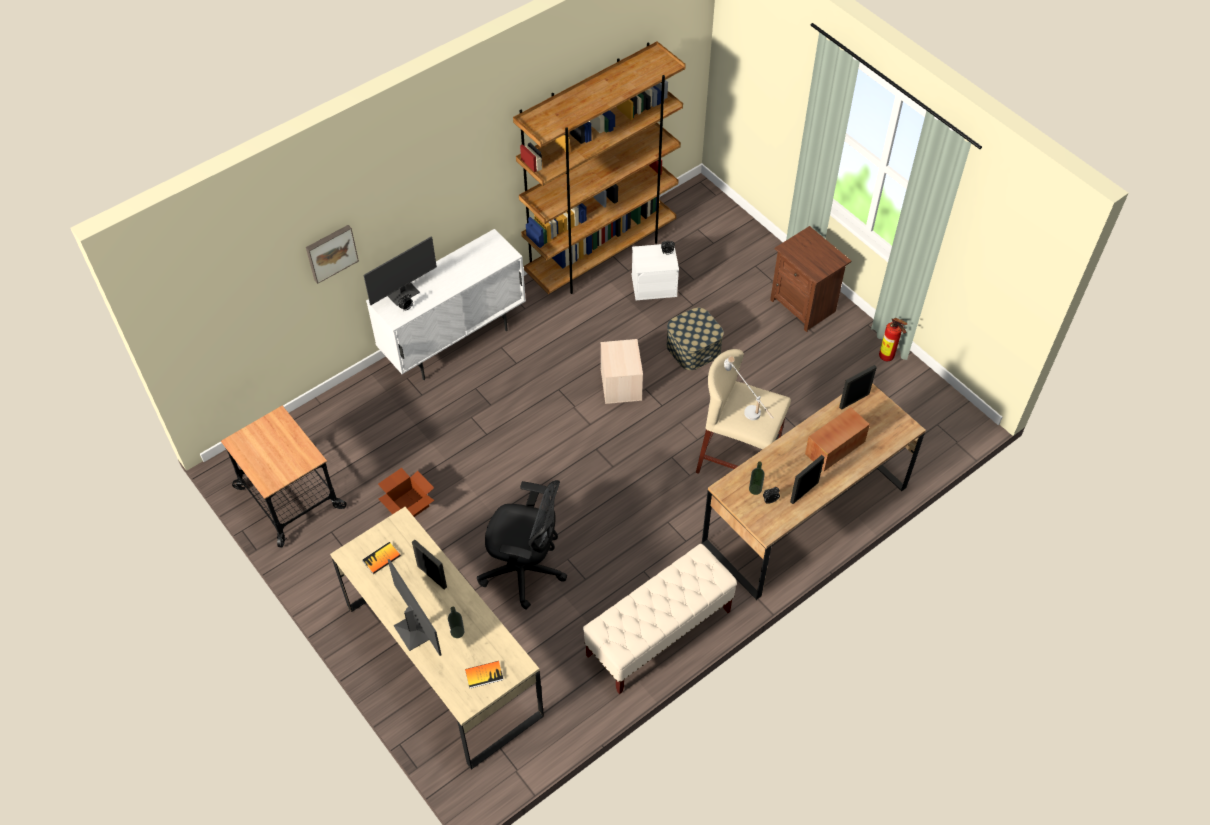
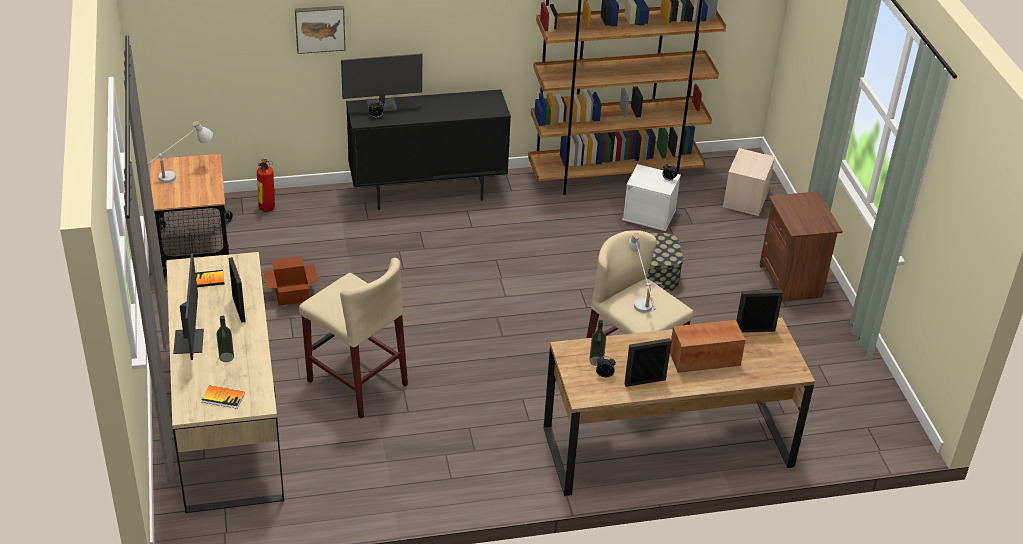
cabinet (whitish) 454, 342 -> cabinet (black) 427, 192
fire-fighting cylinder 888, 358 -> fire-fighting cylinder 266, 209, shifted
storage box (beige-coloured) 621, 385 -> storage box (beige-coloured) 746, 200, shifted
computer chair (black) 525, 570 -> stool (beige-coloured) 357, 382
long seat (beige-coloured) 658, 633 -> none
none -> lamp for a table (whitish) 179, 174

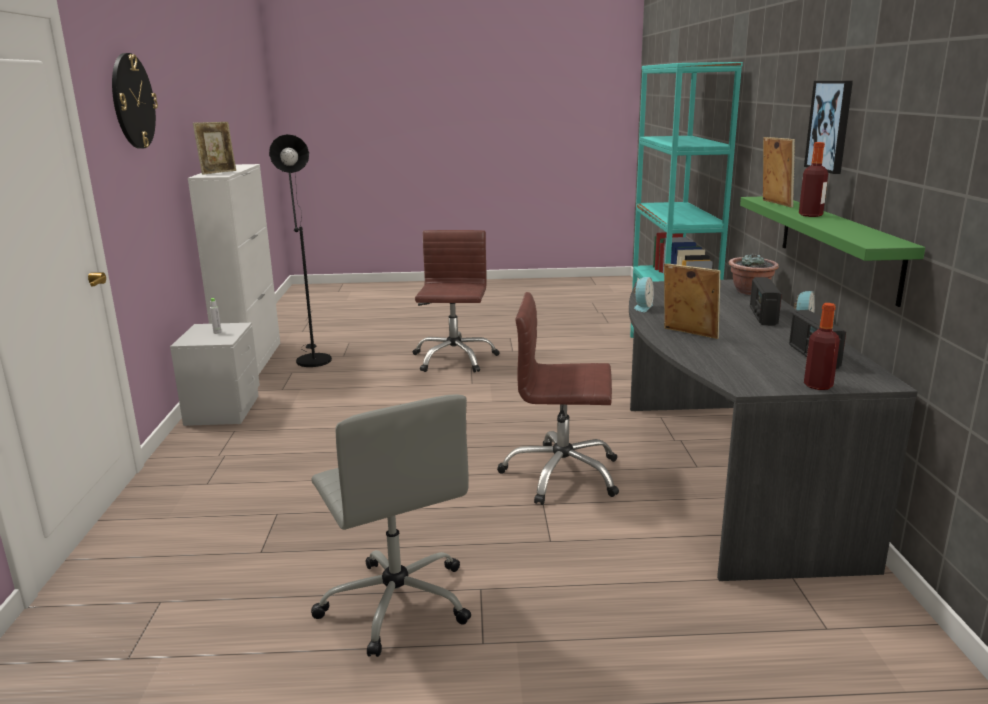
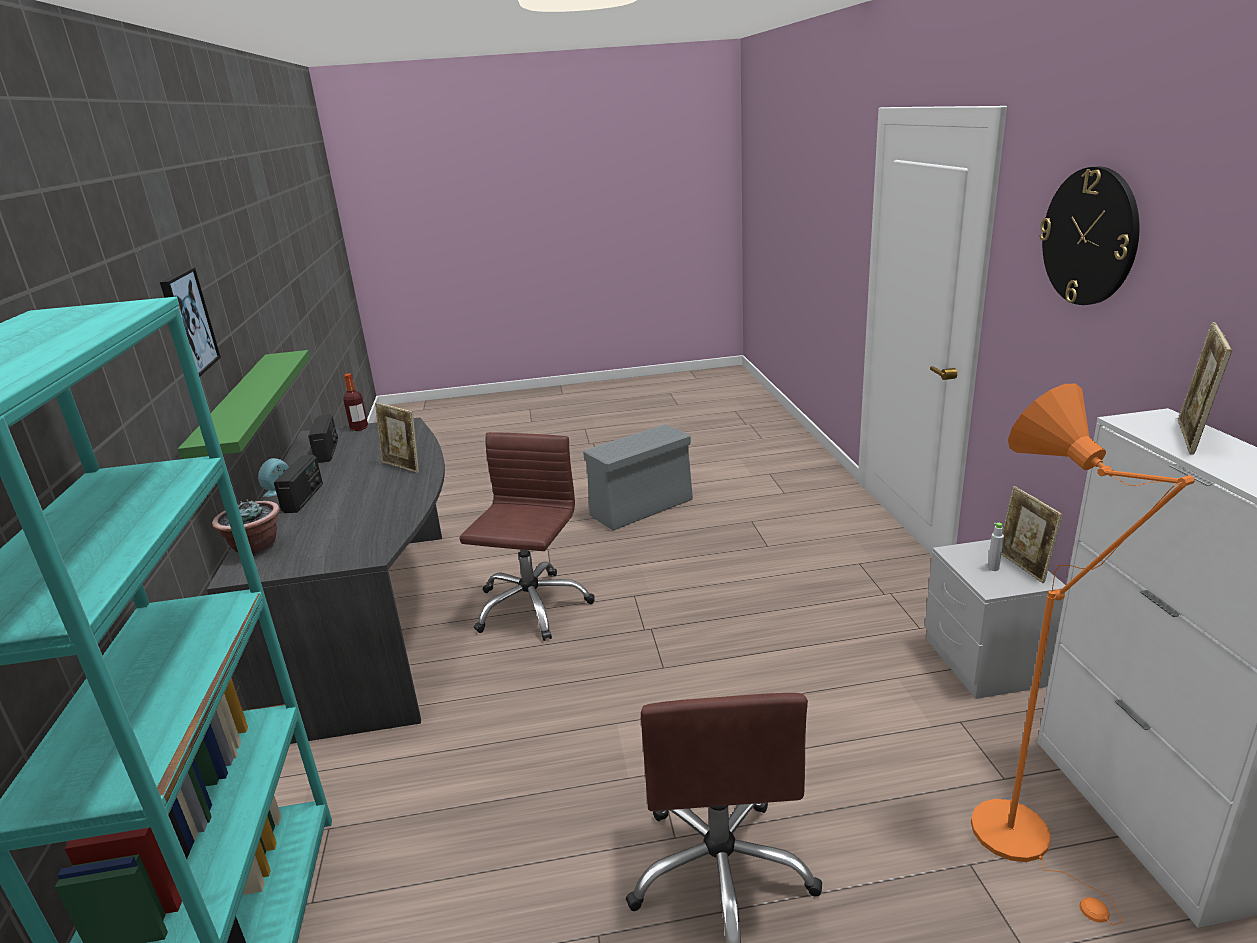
standard lamp (black) 312, 359 -> standard lamp (orange-coloured) 1024, 841
photo frame 774, 204 -> photo frame 1023, 567, shifted
drink bottle 810, 215 -> none
table clock 642, 307 -> none
computer chair (brown-coloured) 561, 475 -> computer chair (brown-coloured) 531, 606, 75 degrees counterclockwise
computer chair (gray) 396, 602 -> storage box (gray) 643, 507

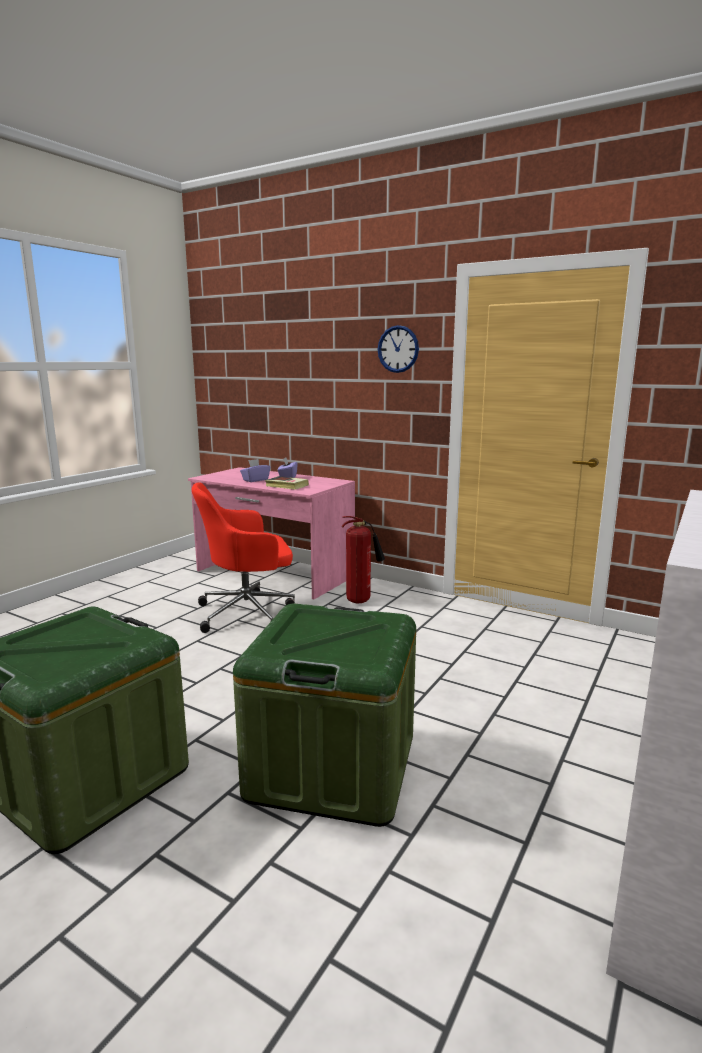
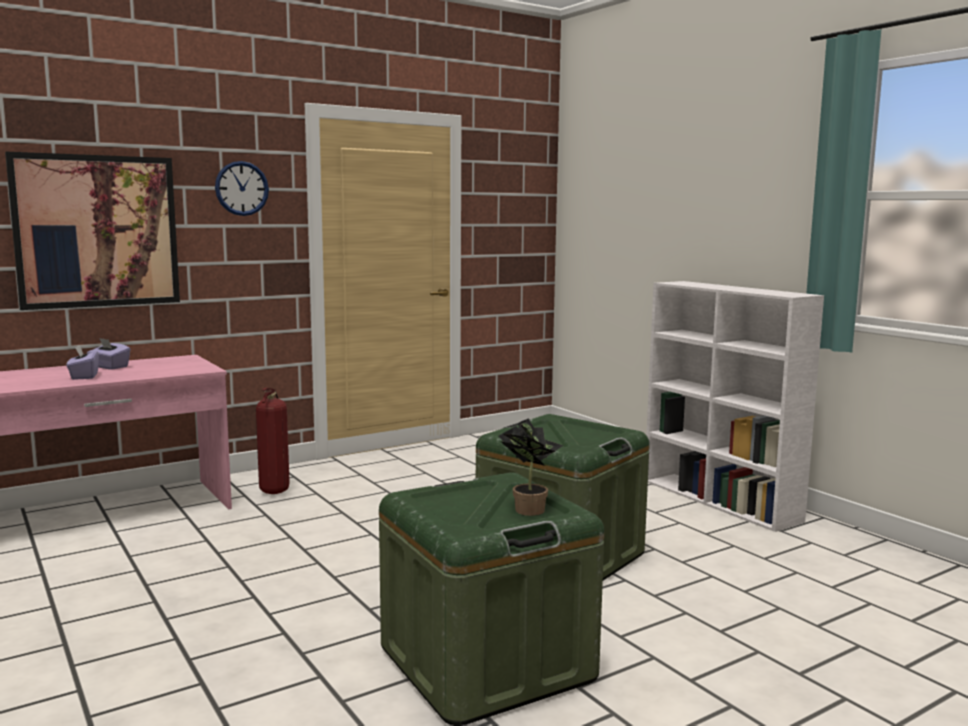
book 286, 486 -> none
computer chair (reddish) 248, 613 -> none
none -> wall picture 97, 231
none -> potted plant 527, 508

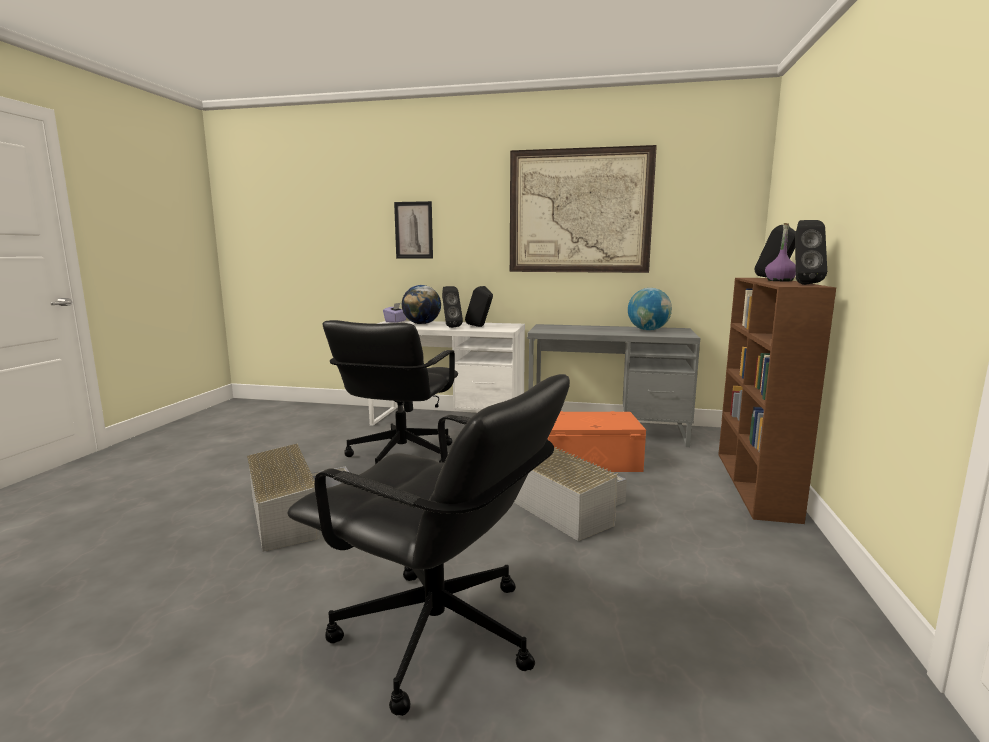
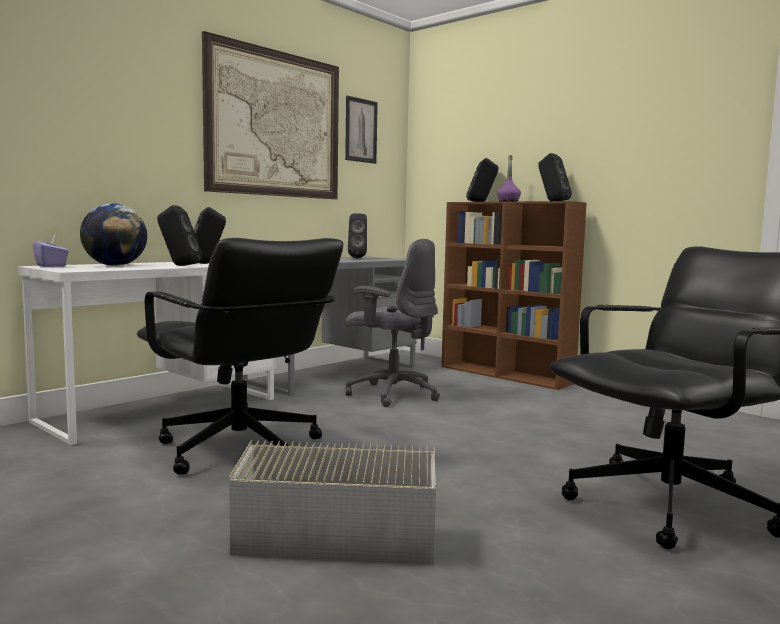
wall picture 414, 230 -> wall picture 361, 130, shifted
globe 648, 330 -> speaker (black) 357, 258
storage box (orange-coloured) 589, 460 -> computer chair (gray) 392, 394
storage box (gray) 564, 504 -> none

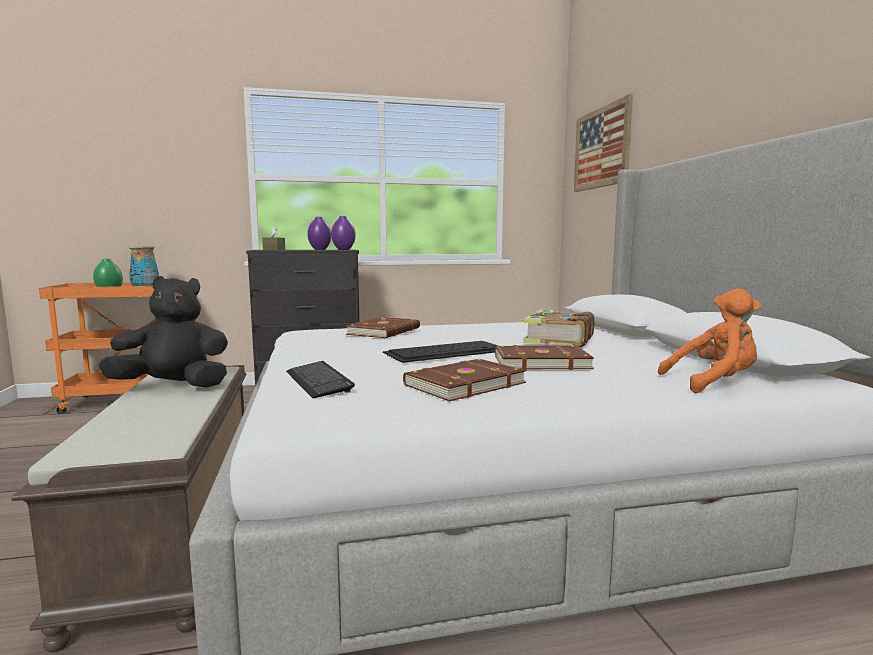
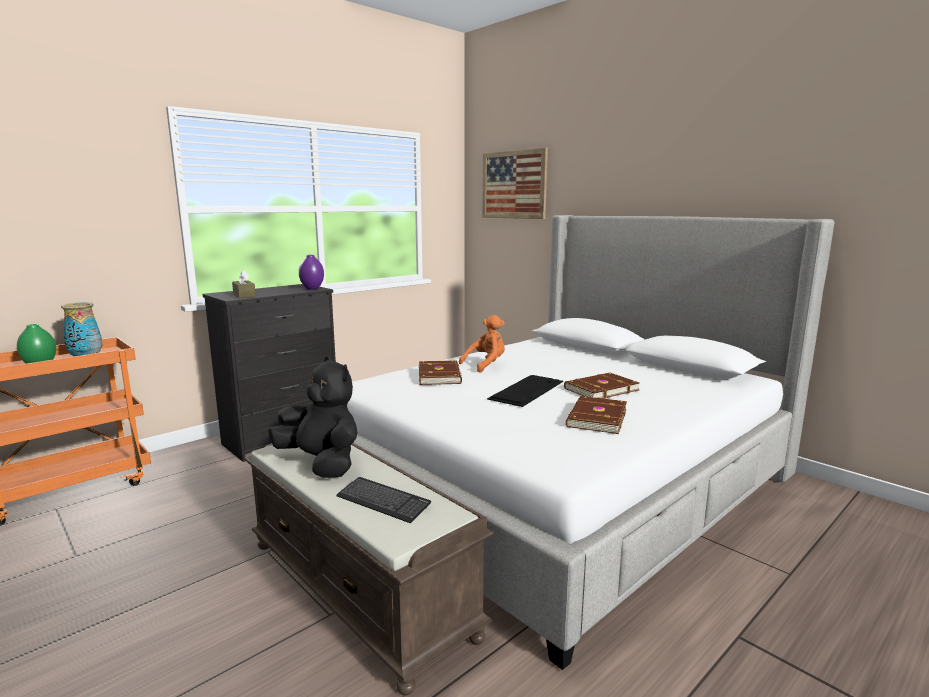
flower vase (purplish) 320, 249 -> none
soft toy (black) 174, 386 -> soft toy (black) 321, 463, 75 degrees clockwise
soft toy (orange-coloured) 713, 383 -> soft toy (orange-coloured) 486, 365, shifted
book 557, 340 -> none
keyboard 318, 381 -> keyboard 383, 501, shifted

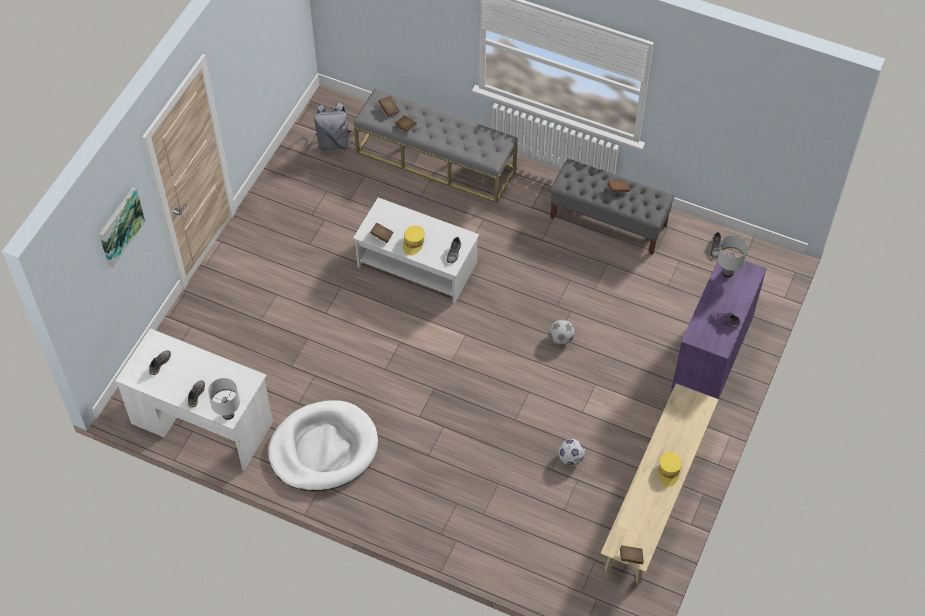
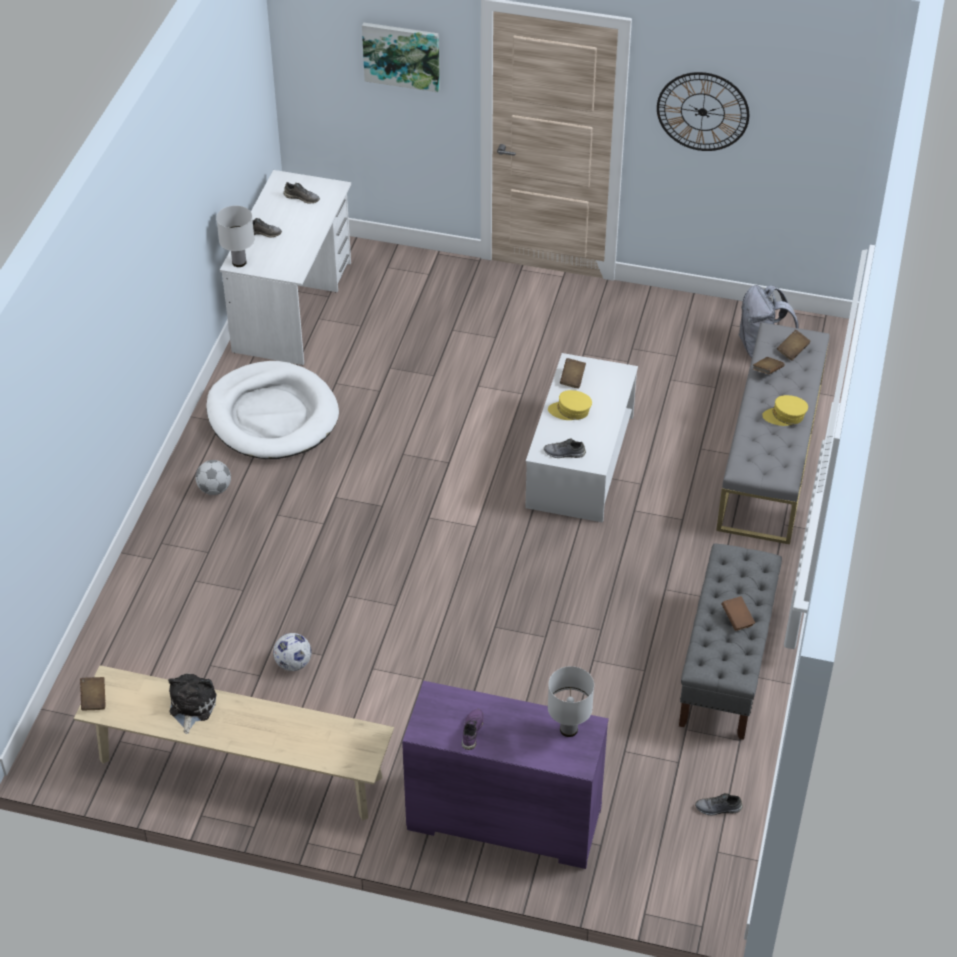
football 561, 339 -> football 214, 489, shifted
cap (yellow) 669, 471 -> cap (yellow) 785, 416, shifted
none -> wall clock 702, 111
none -> soft toy 191, 707

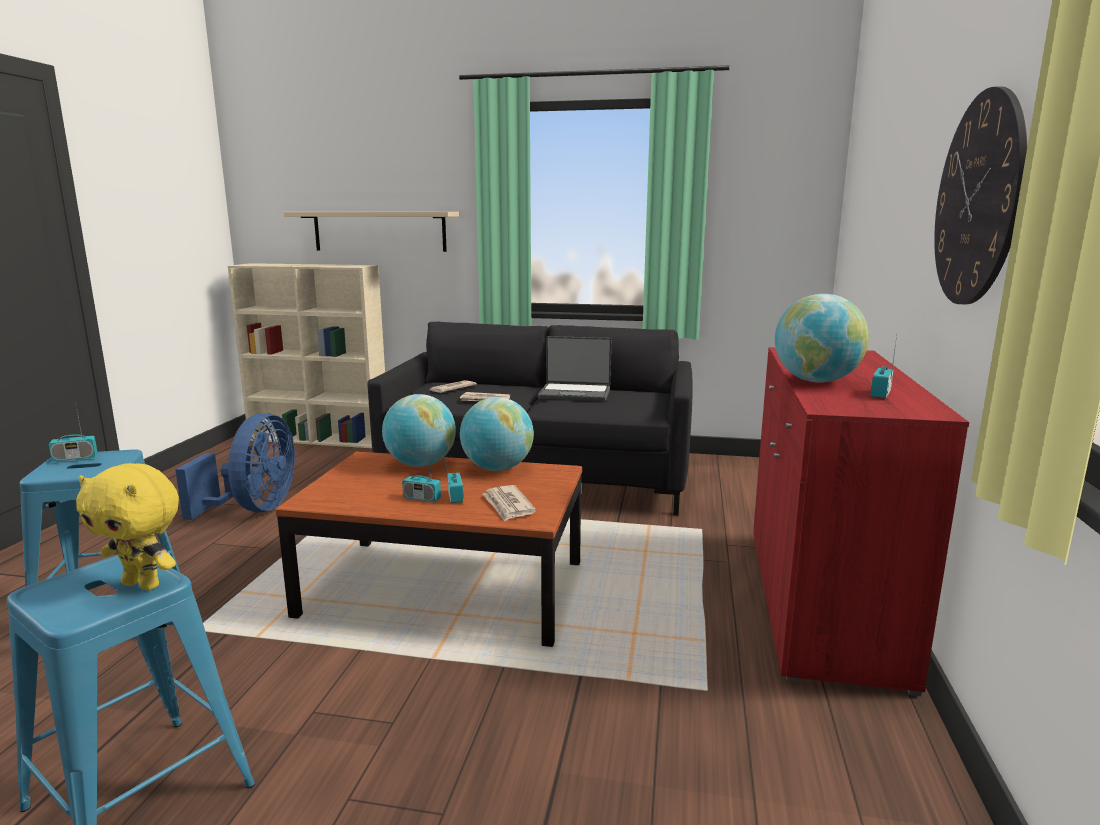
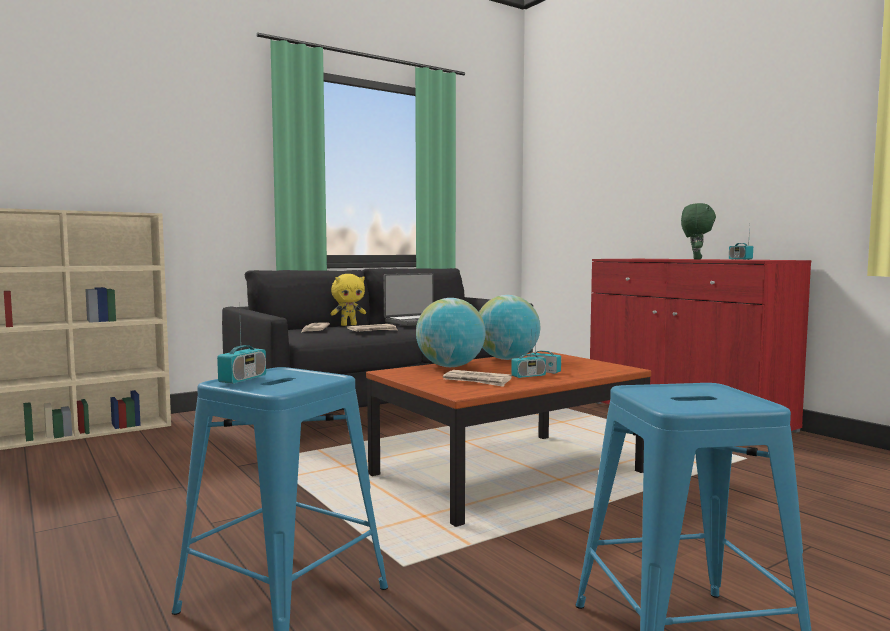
wall clock 978, 200 -> none
shelf (beige-coloured) 379, 231 -> none
globe 816, 381 -> soft toy (greenish) 695, 259
electric fan (bluish) 254, 509 -> none
soft toy (yellow) 143, 584 -> soft toy (yellow) 348, 325, shifted
daily paper 508, 505 -> daily paper 477, 381, shifted

